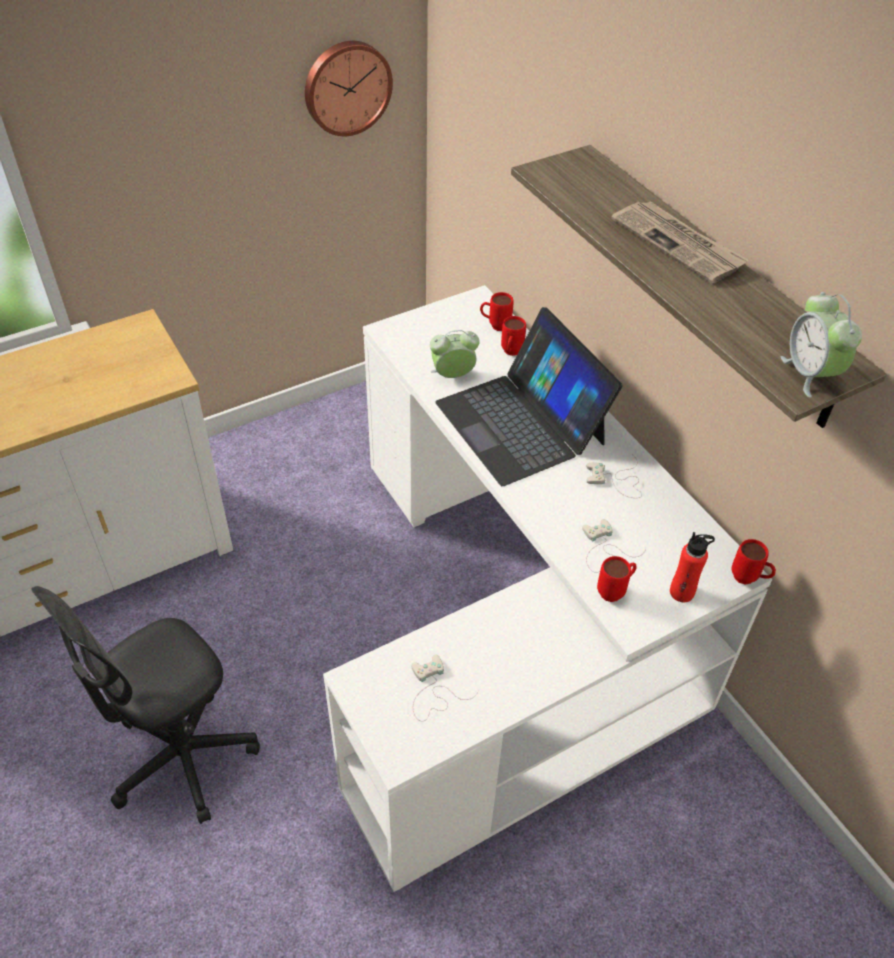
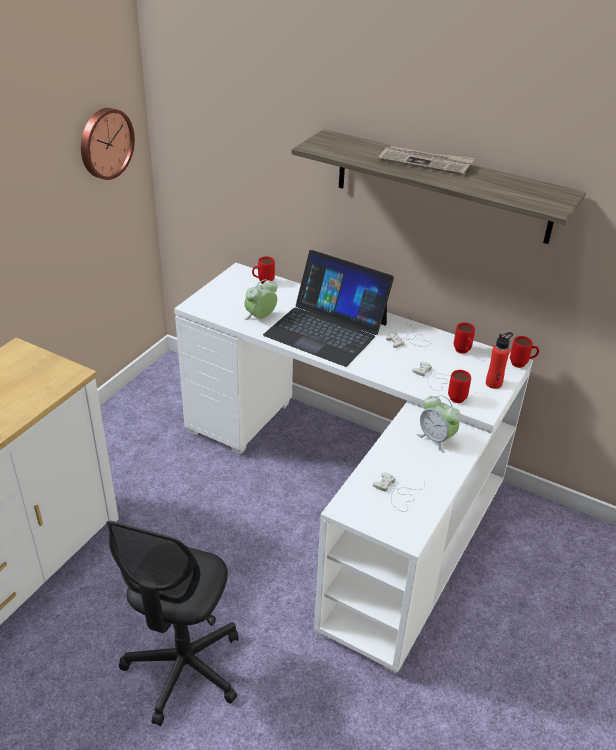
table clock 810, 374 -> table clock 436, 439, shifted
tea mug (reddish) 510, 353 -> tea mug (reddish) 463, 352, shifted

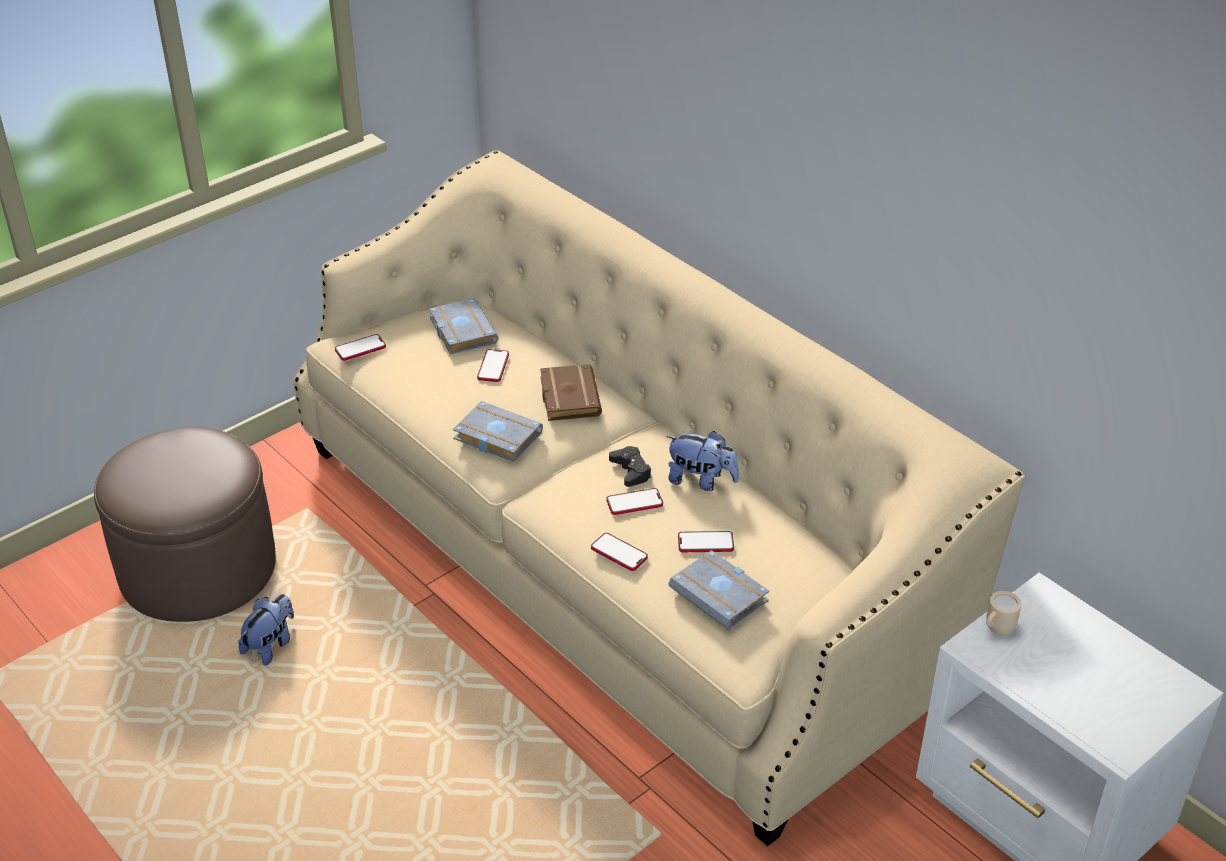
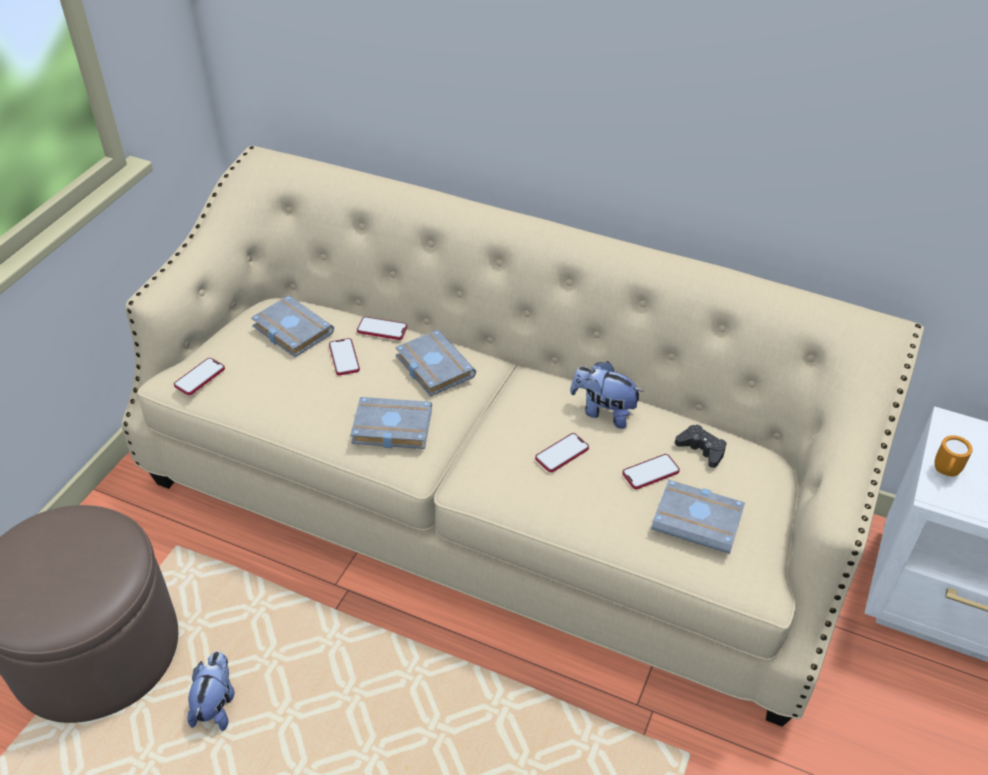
book (brown-coloured) 567, 397 -> book (gray) 432, 367
soft toy 701, 480 -> soft toy 603, 412, 150 degrees counterclockwise
gamepad (black) 631, 471 -> gamepad (black) 701, 449, shifted
handset 619, 553 -> handset 382, 329, shifted
tea mug (beige-coloured) 996, 631 -> tea mug (orange-coloured) 945, 473

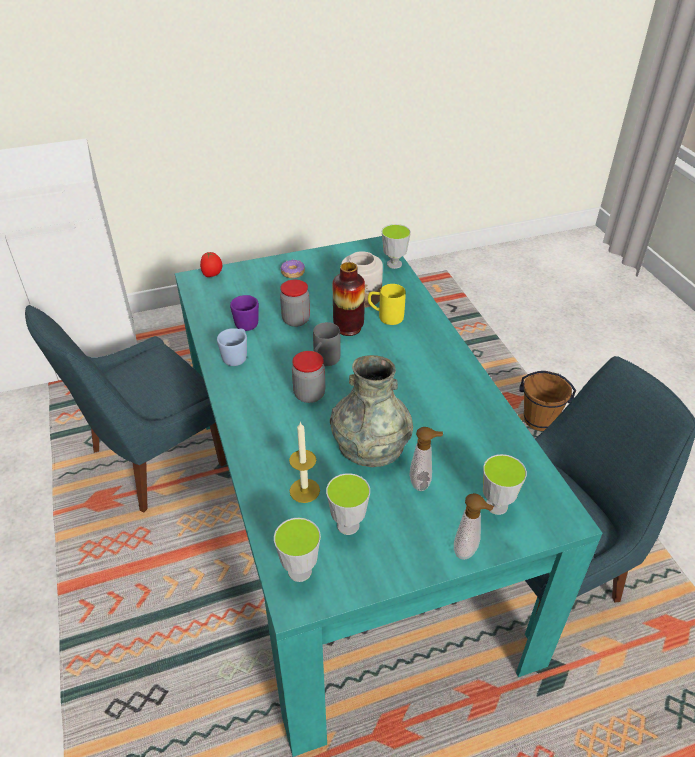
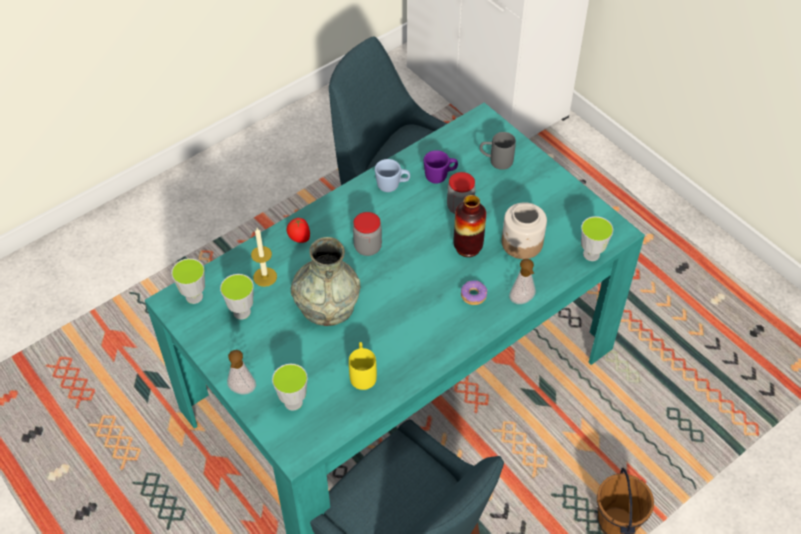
whole tomato 212, 275 -> whole tomato 299, 239, shifted
ring doughnut 292, 273 -> ring doughnut 473, 295, shifted
tea mug (yellow) 385, 316 -> tea mug (yellow) 362, 373, shifted
tea mug (gray) 324, 361 -> tea mug (gray) 496, 161, shifted
liquid soap bottle 422, 483 -> liquid soap bottle 522, 301, shifted

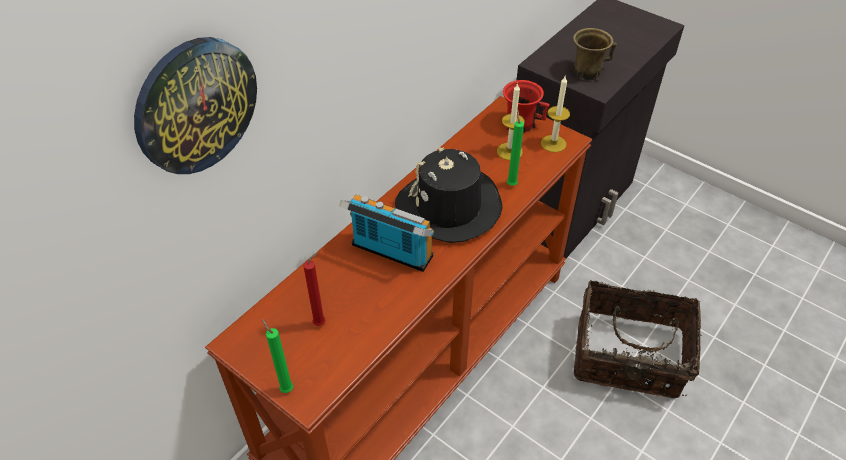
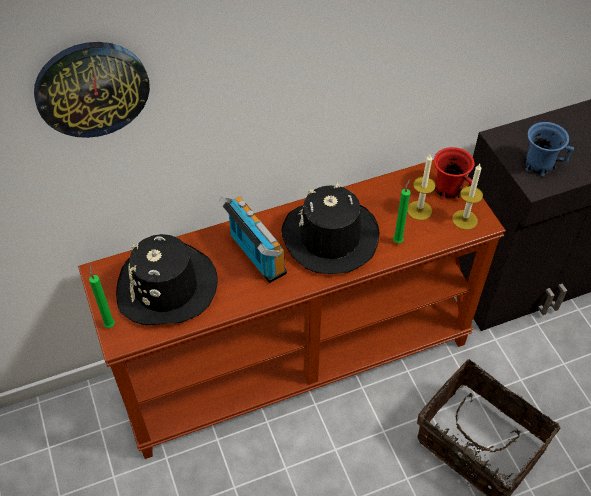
tea mug (brown-coloured) 586, 72 -> tea mug (bluish) 538, 164
wax light (reddish) 321, 323 -> wearable hat (black) 166, 287

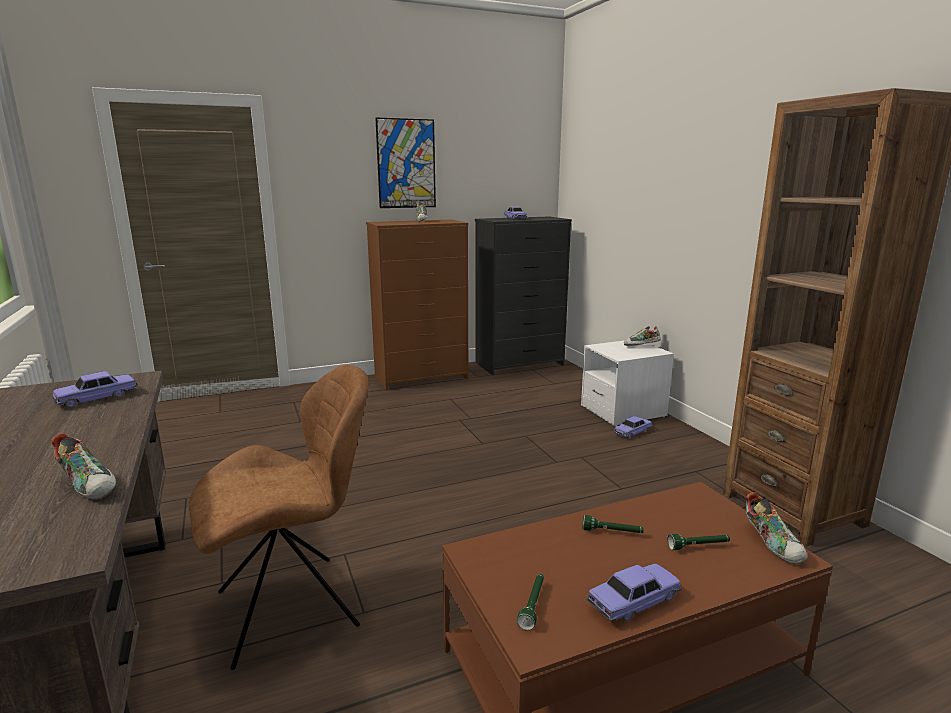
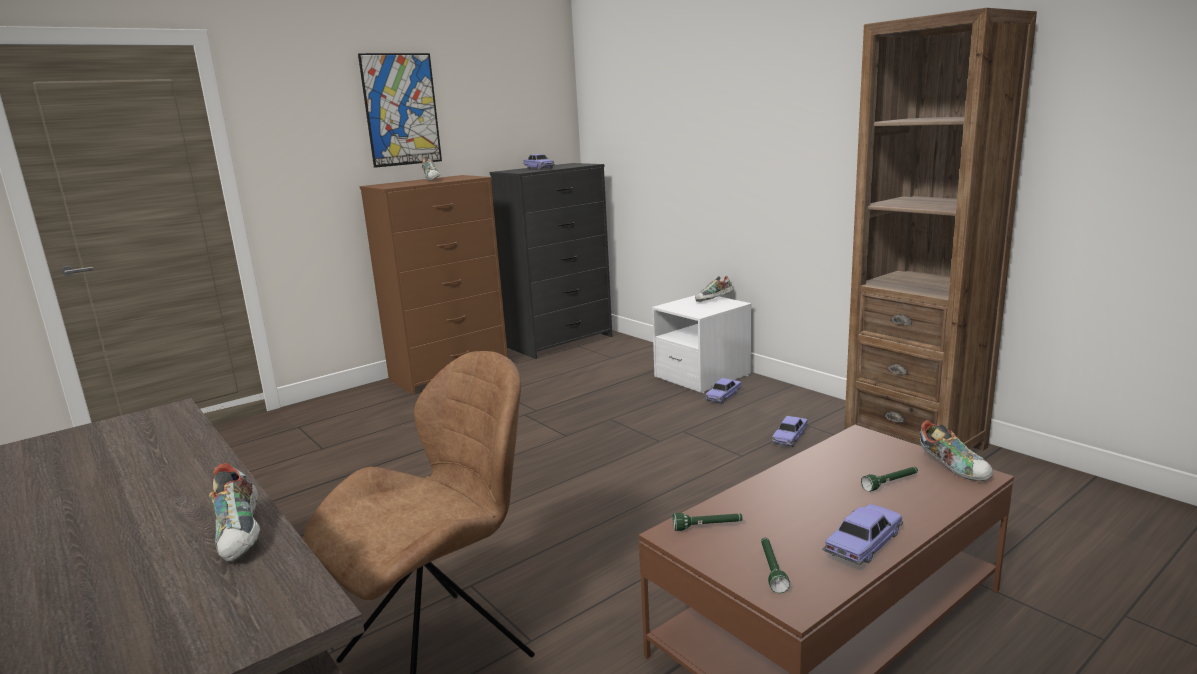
miniature car 97, 398 -> miniature car 789, 437, shifted
low shoe 90, 486 -> low shoe 242, 536, 45 degrees clockwise
hand torch (greenish) 612, 532 -> hand torch (greenish) 708, 527, shifted

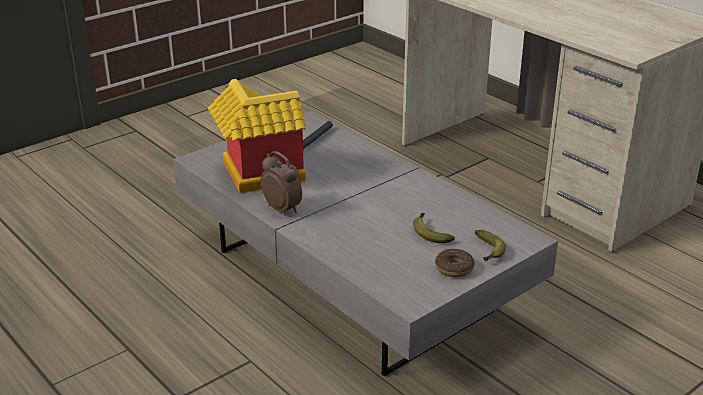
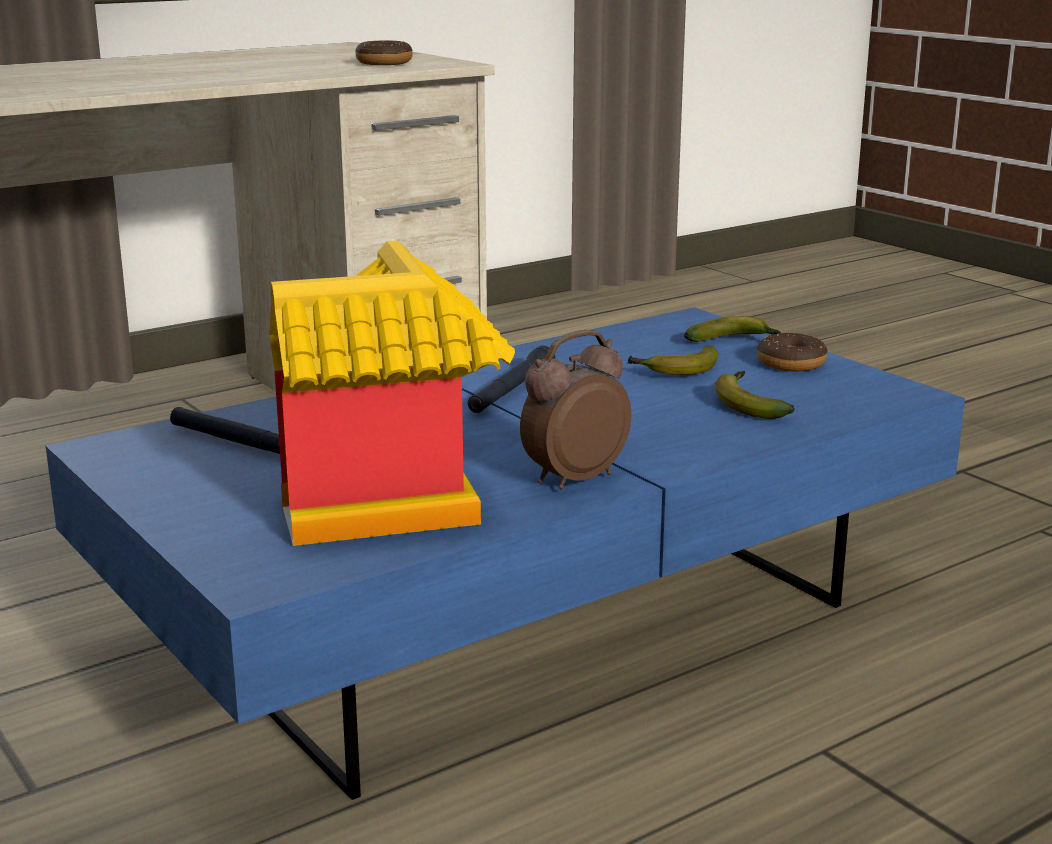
low table (gray) 349, 280 -> low table (bluish) 526, 624
none -> ring doughnut 384, 63
none -> hand torch (black) 511, 391
none -> banana 748, 404

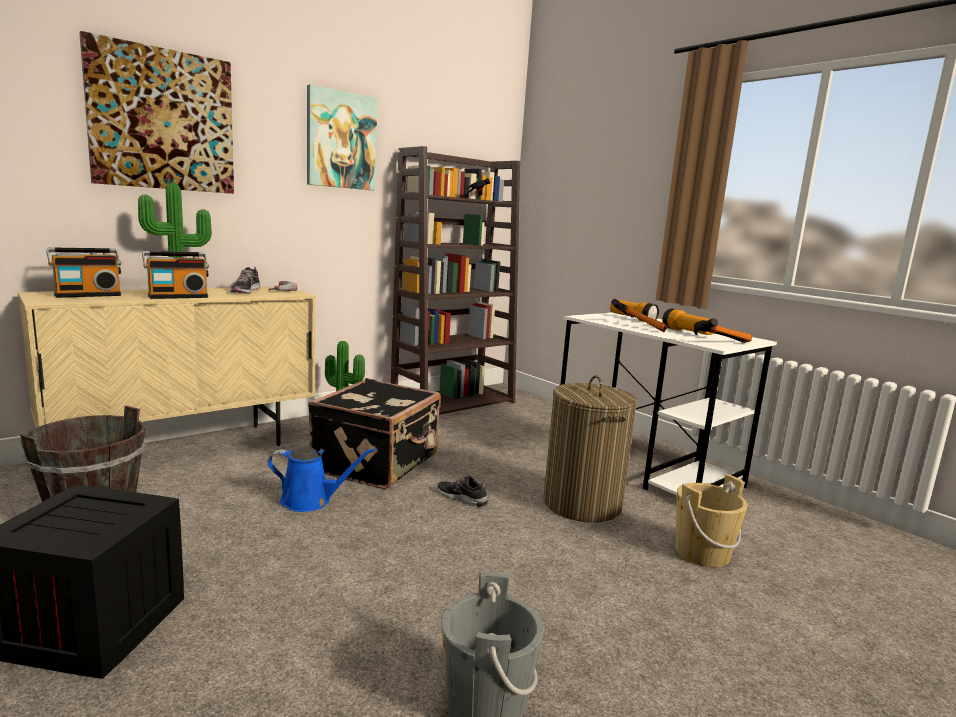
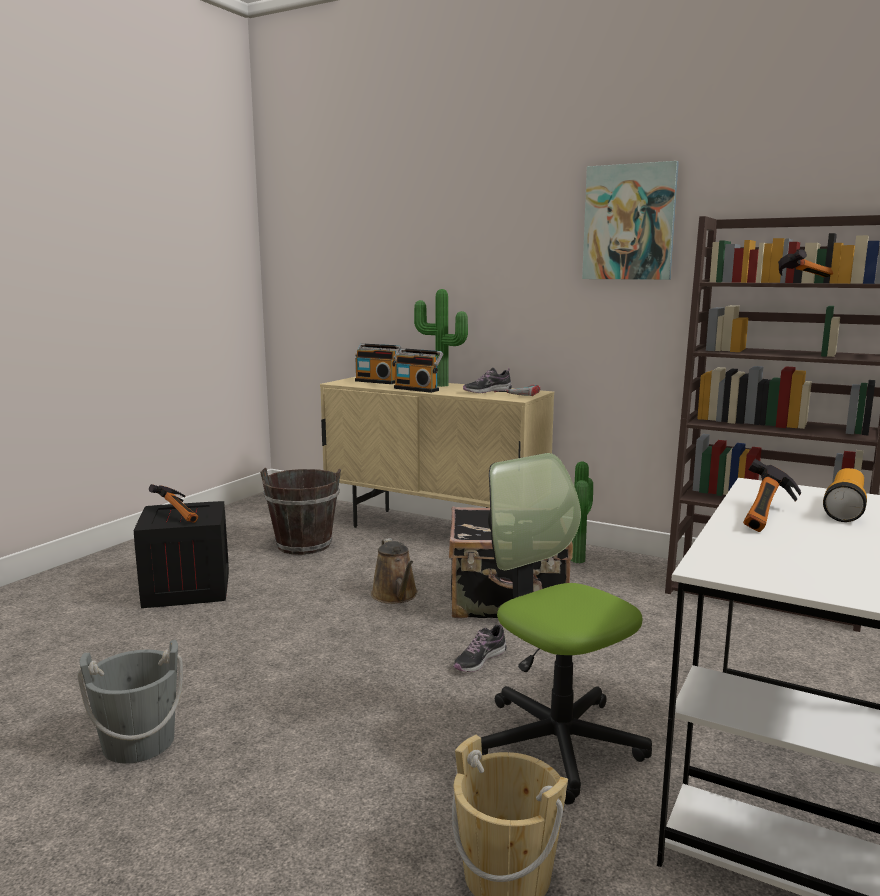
wall picture 162, 120 -> none
hand torch 687, 332 -> none
hand hammer 719, 343 -> hand hammer 181, 514, shifted
hamper 581, 503 -> computer chair 556, 743
watering can (bluish) 311, 501 -> watering can (brown-coloured) 396, 596
low shoe 462, 498 -> low shoe 479, 660, 150 degrees counterclockwise

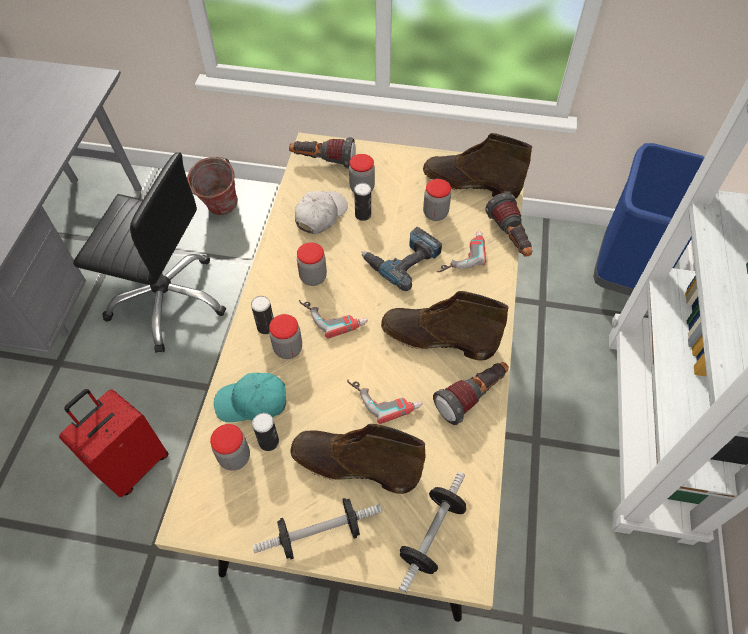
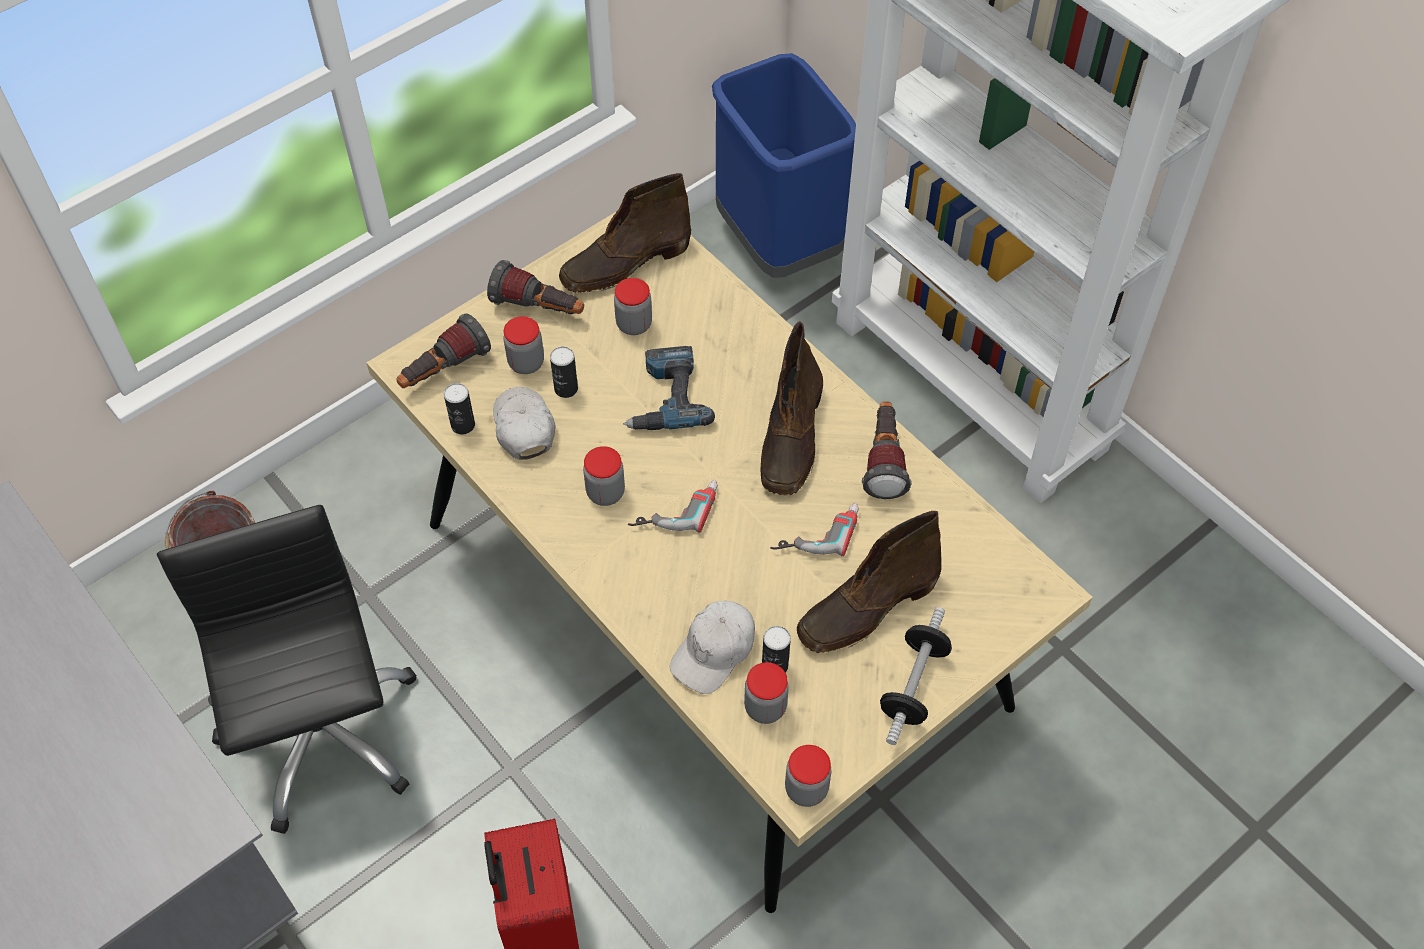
computer chair (black) 168, 300 -> computer chair (black) 321, 734, 75 degrees counterclockwise
hand torch 510, 238 -> hand torch 539, 308, shifted
electric drill 459, 254 -> none
high-top boot (brown-coloured) 437, 337 -> high-top boot (brown-coloured) 791, 438, 45 degrees counterclockwise
metal can 266, 327 -> metal can 463, 425, shifted
jar 288, 349 -> jar 806, 789, shifted
cap (turquoise) 252, 402 -> cap (whitish) 714, 651
dumbbell 432, 535 -> none

